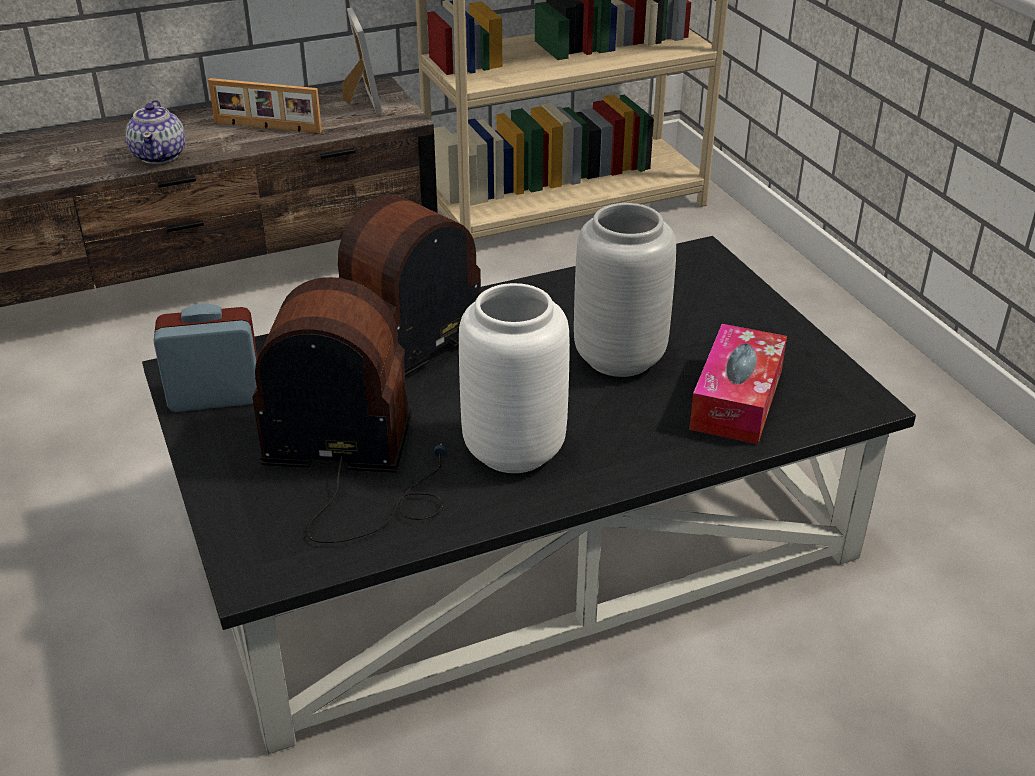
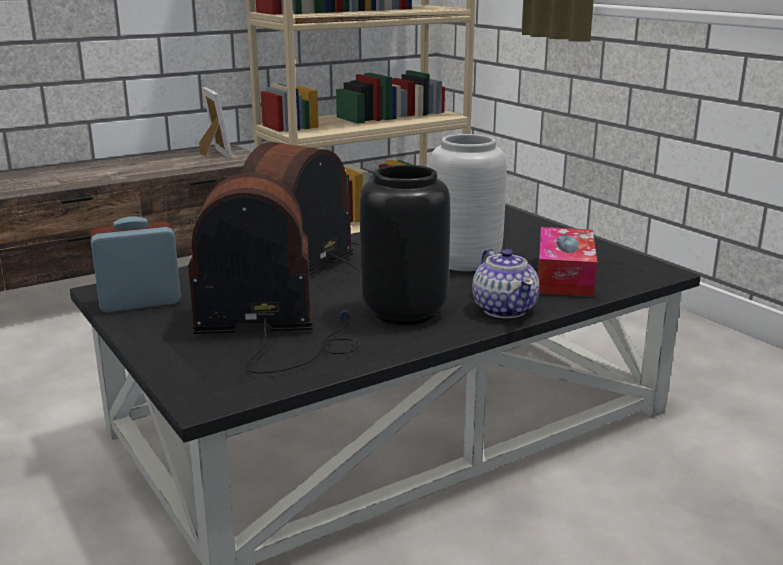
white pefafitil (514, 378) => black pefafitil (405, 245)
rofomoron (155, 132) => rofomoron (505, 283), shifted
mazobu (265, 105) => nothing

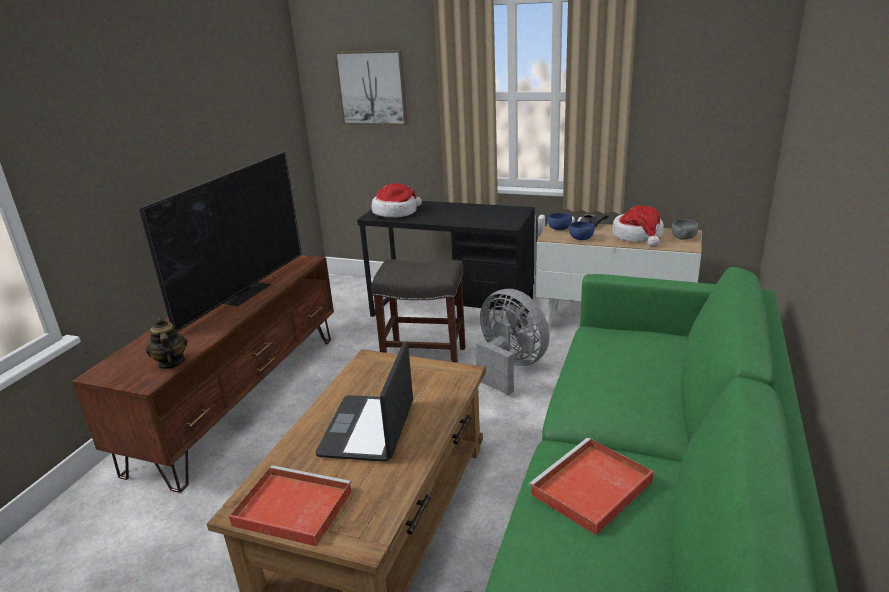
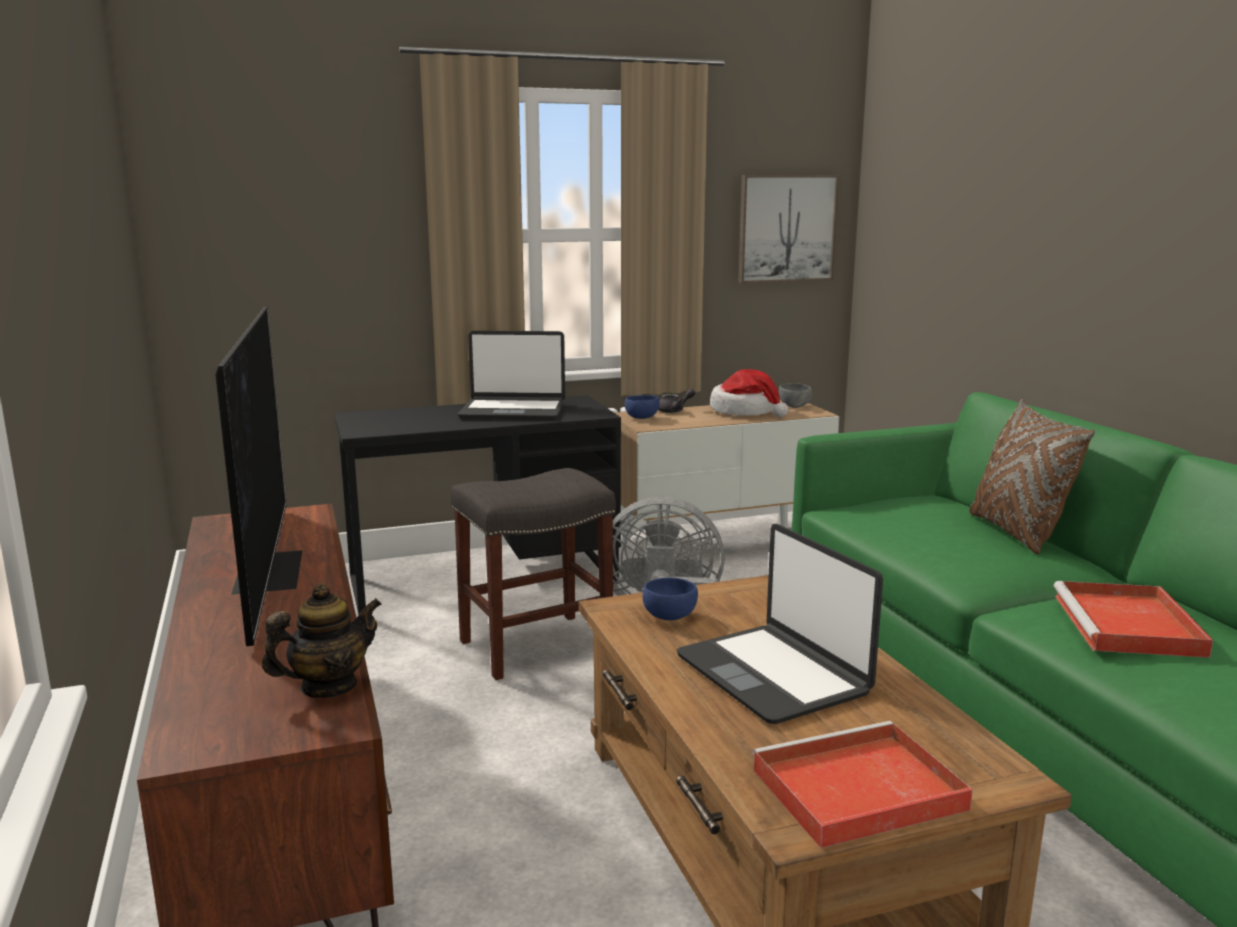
rofomoron (166, 343) => rofomoron (322, 640), 120 degrees clockwise
nothing => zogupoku (511, 375)
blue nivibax (582, 231) => blue nivibax (670, 599), shifted
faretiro (371, 87) => faretiro (788, 229), shifted
nothing => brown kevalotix (1032, 476)
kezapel (397, 200) => nothing

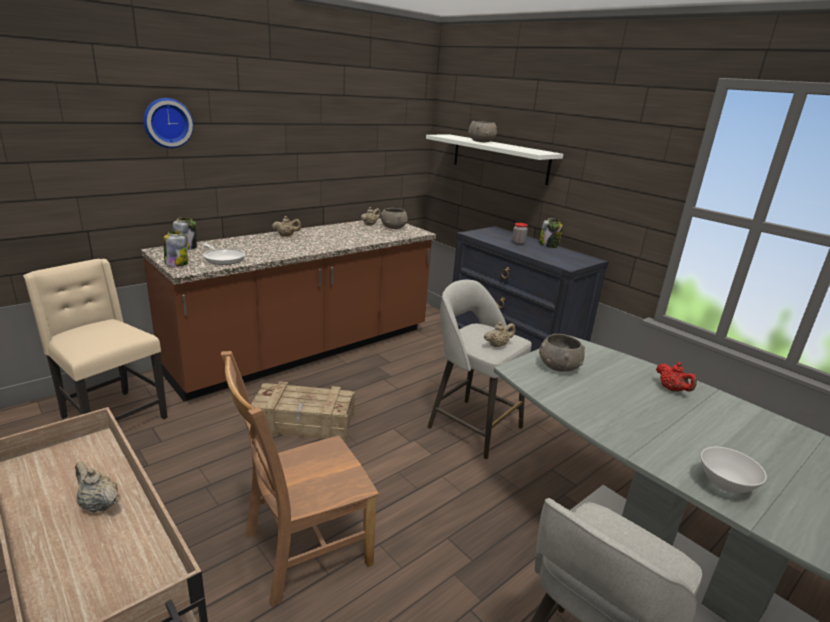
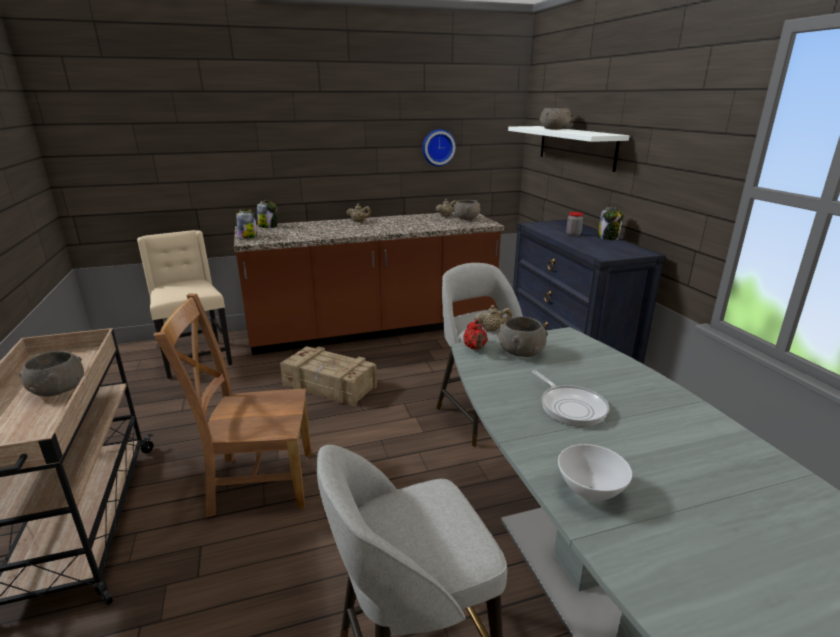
beige rofomoron (97, 487) => grey nivibax (51, 374)
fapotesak (168, 123) => fapotesak (439, 147), shifted
red rofomoron (676, 377) => red rofomoron (475, 334), shifted
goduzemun (223, 254) => goduzemun (570, 398), shifted

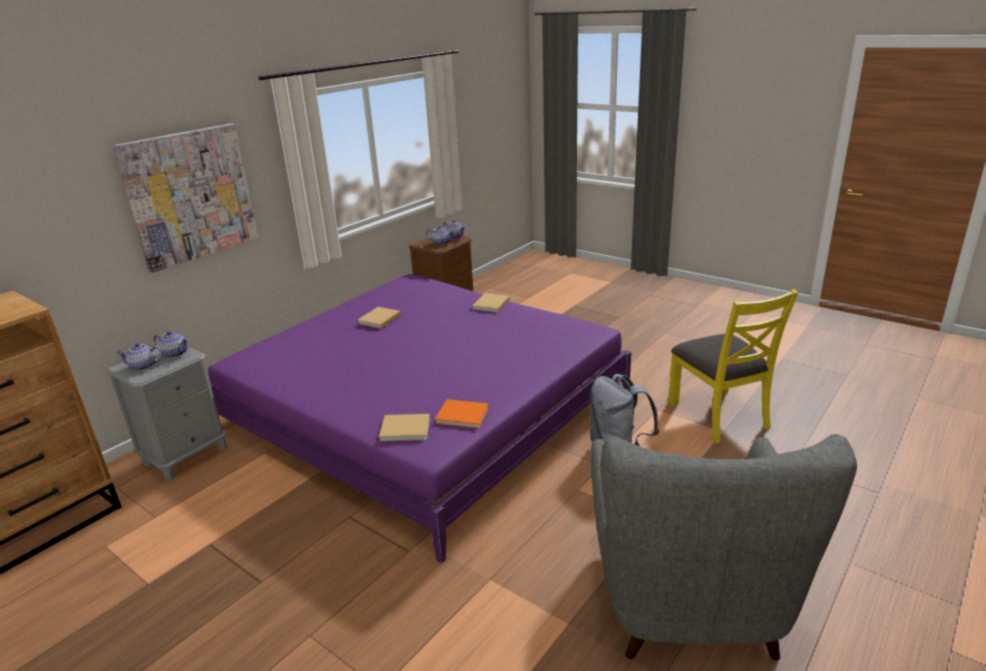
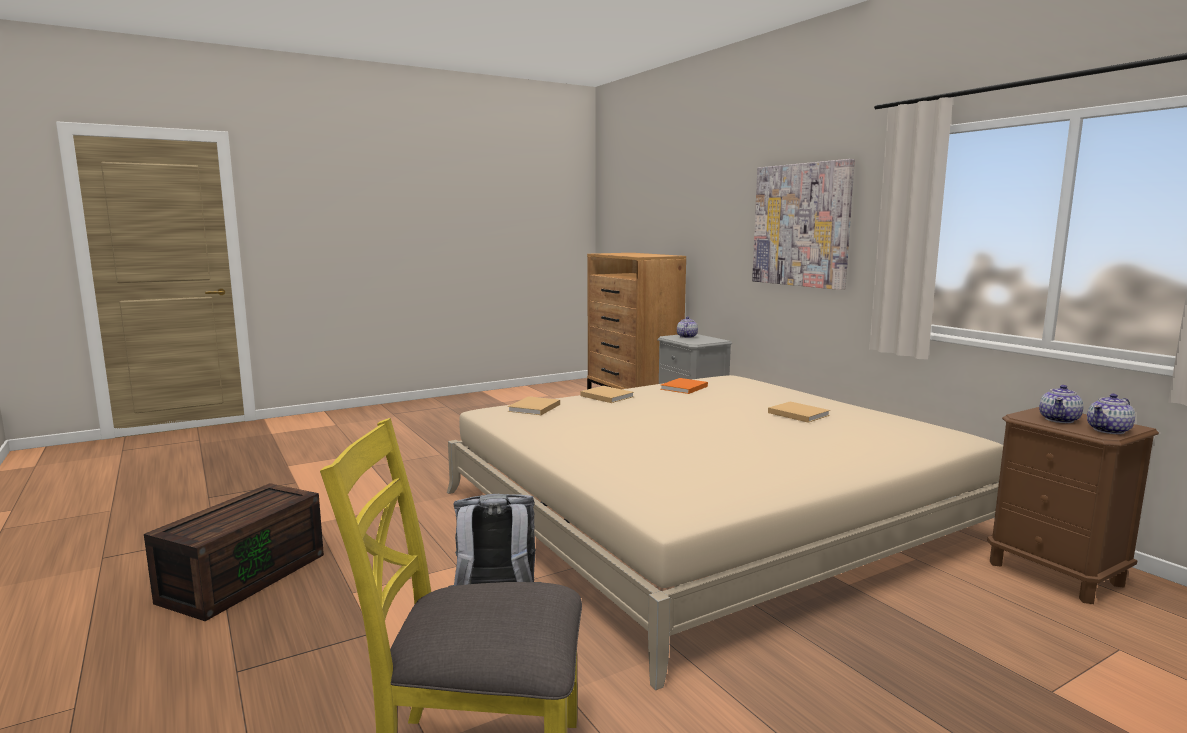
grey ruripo (723, 547) => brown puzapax (234, 552)
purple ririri (419, 419) => beige ririri (725, 532)
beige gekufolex (491, 303) => beige gekufolex (607, 394), shifted
orange gekufolex (462, 414) => orange gekufolex (684, 386), shifted
rofomoron (170, 344) => nothing

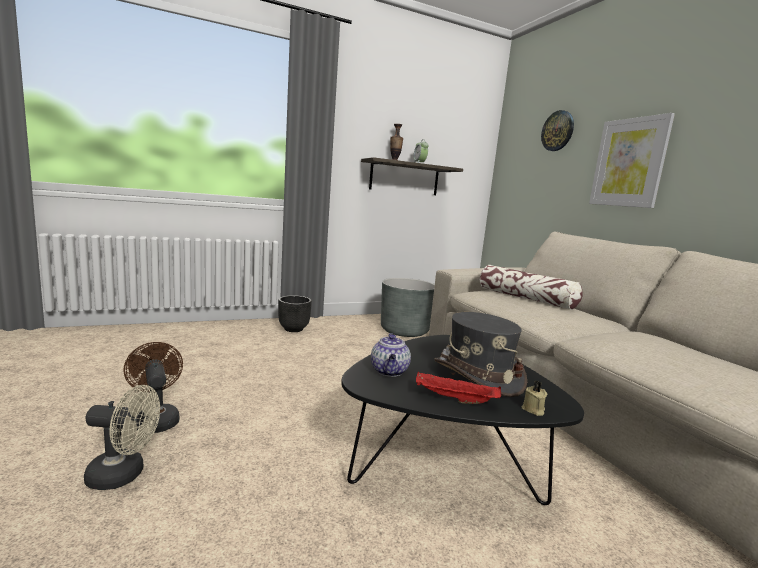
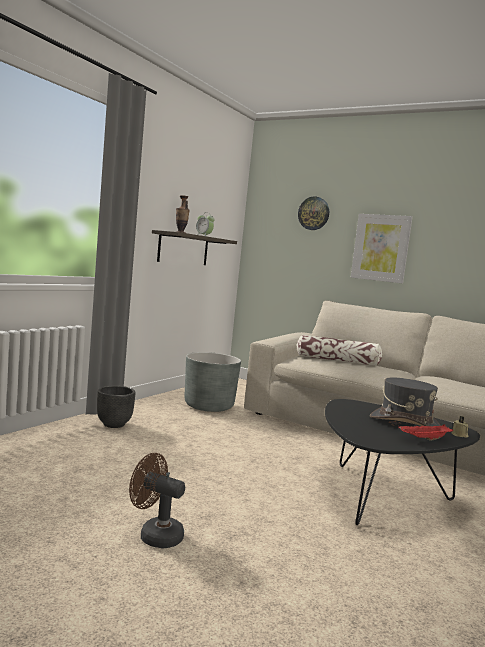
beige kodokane (122, 437) => nothing
rofomoron (391, 355) => nothing

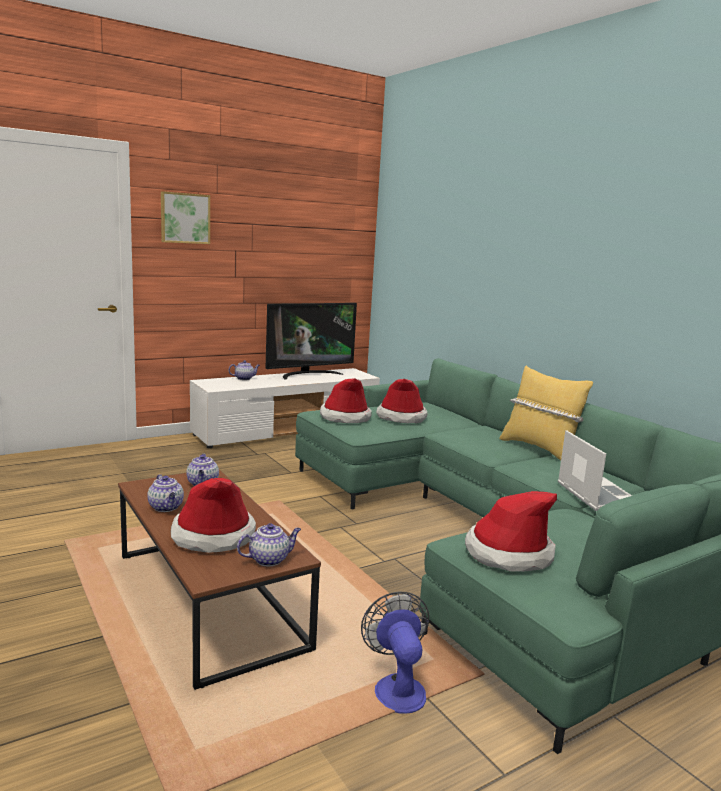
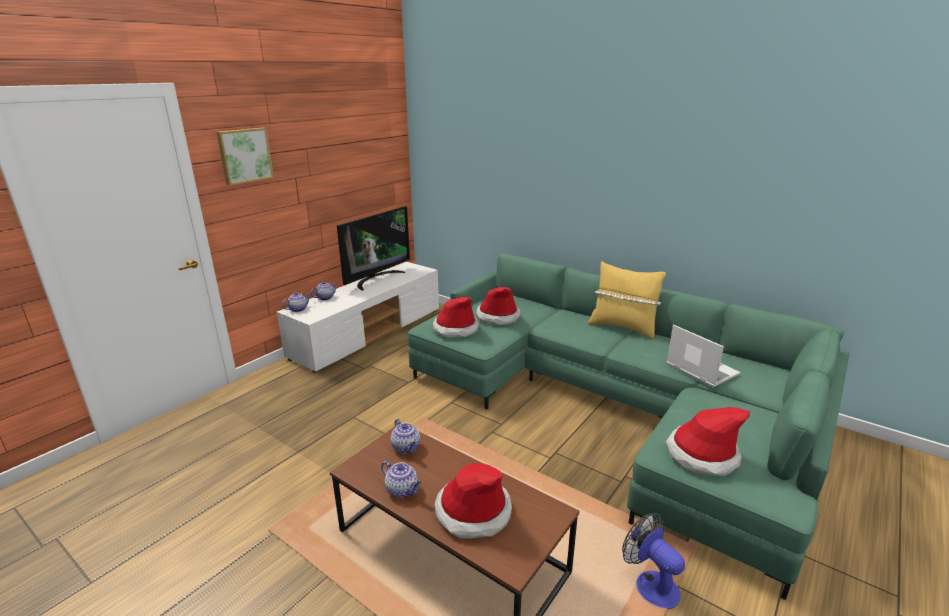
rofomoron (269, 544) => rofomoron (296, 302), shifted

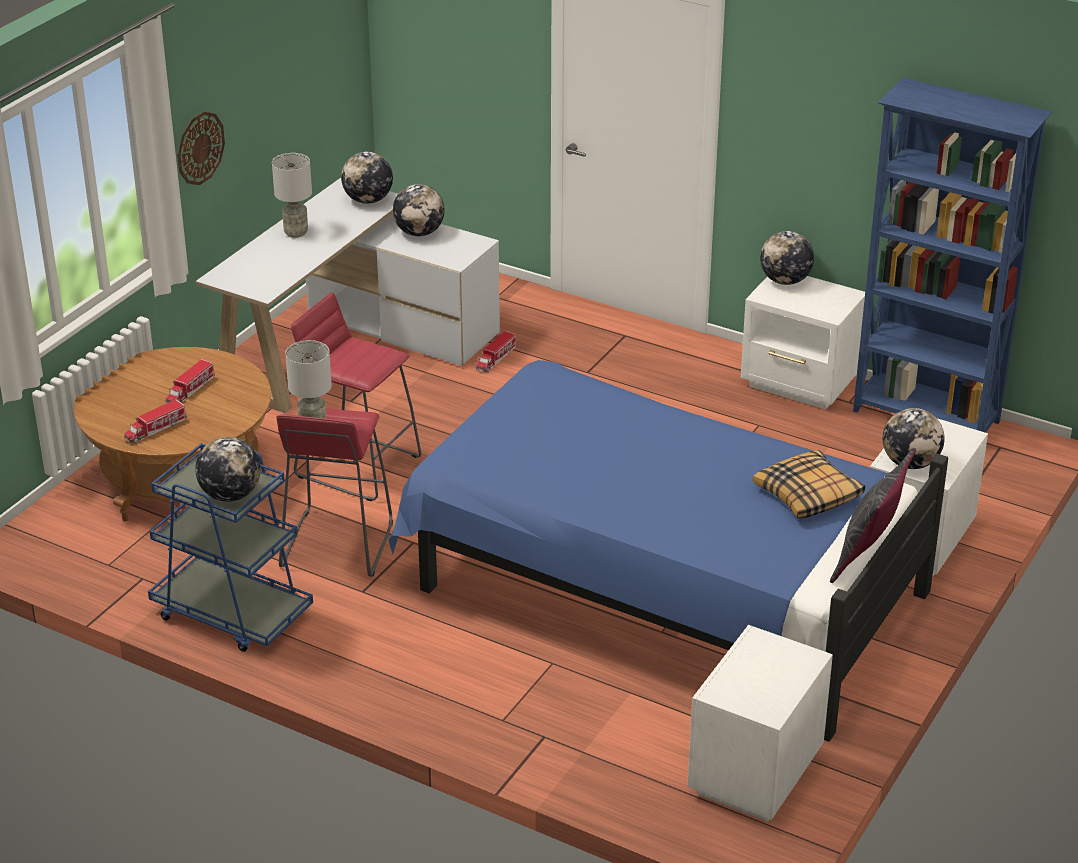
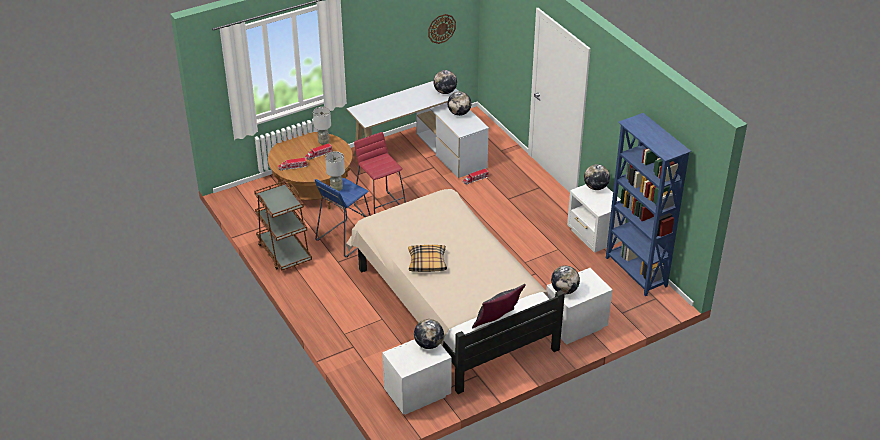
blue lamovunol (230, 547) => brown lamovunol (283, 225)
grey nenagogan (292, 195) => grey nenagogan (322, 126), shifted
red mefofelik (334, 492) => blue mefofelik (343, 217)
blue ririri (668, 551) => beige ririri (455, 291)
kevalotix (809, 484) => kevalotix (427, 258), shifted
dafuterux (228, 469) => dafuterux (429, 334), shifted
fapotesak (201, 148) => fapotesak (442, 29), shifted

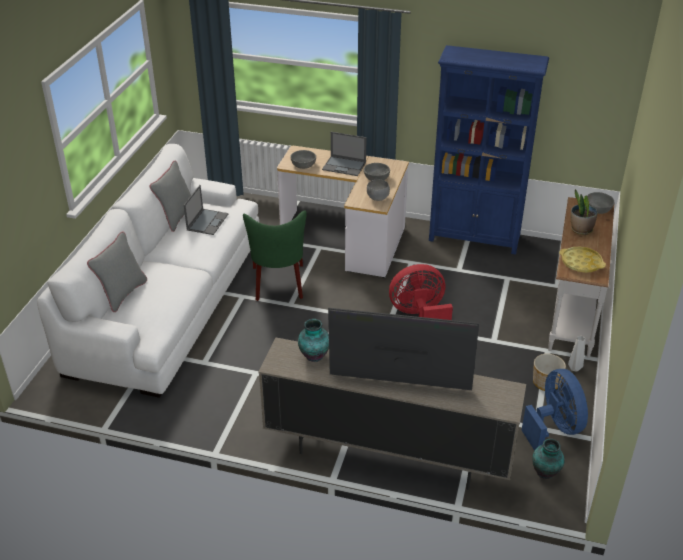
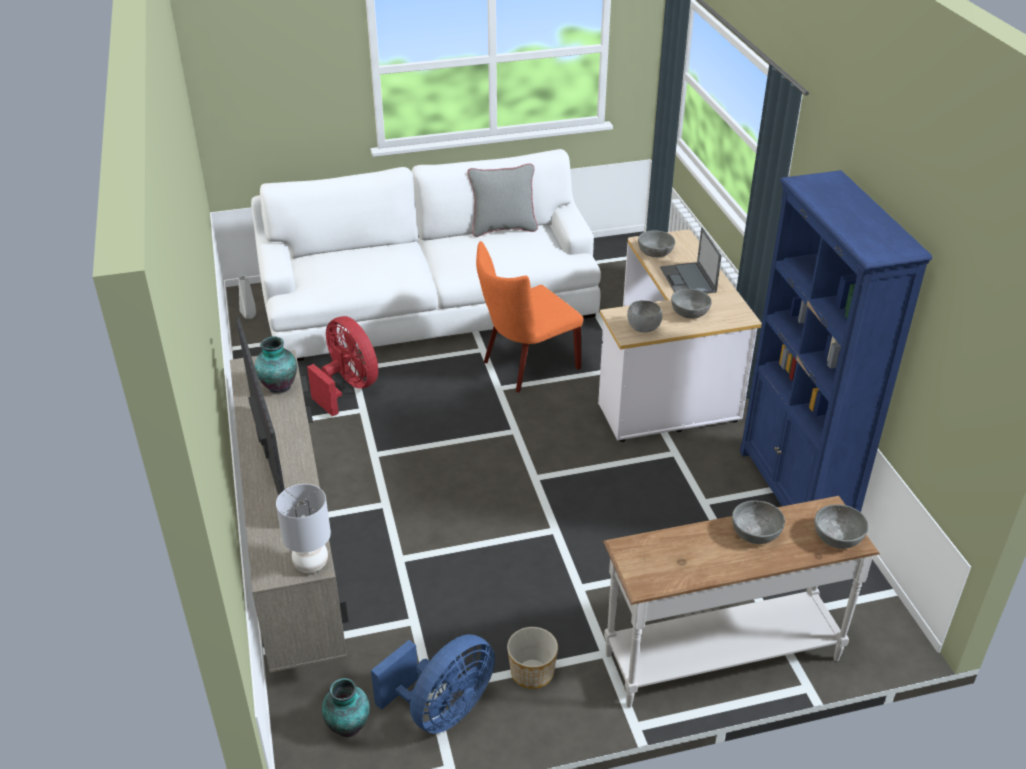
grey pefafitil (577, 354) => grey pefafitil (247, 297), shifted
nothing => grey nenagogan (303, 528)
red kodokane (421, 292) => red kodokane (342, 366), shifted
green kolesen (275, 255) => orange kolesen (529, 316)
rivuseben (584, 212) => grey nivibax (758, 522)
grey kevalotix (117, 272) => nothing
zogupoku (206, 210) => nothing
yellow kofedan (582, 259) => nothing

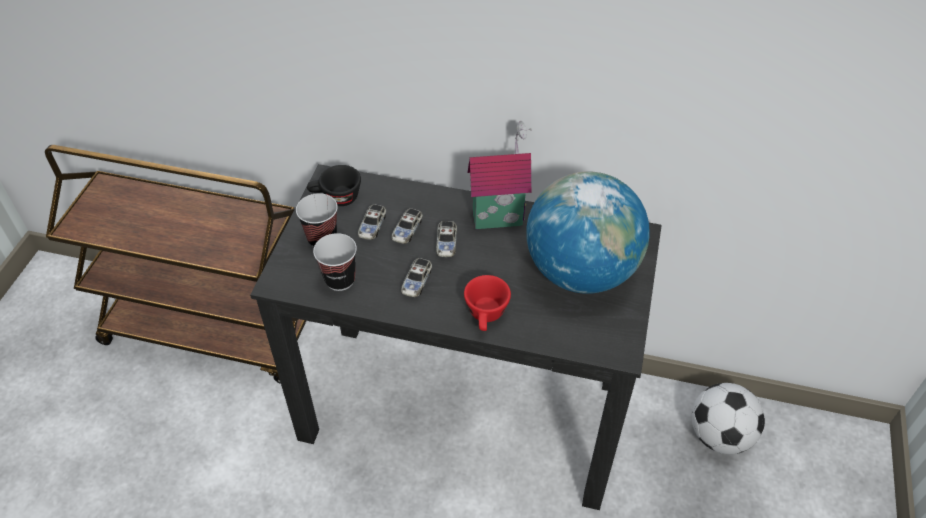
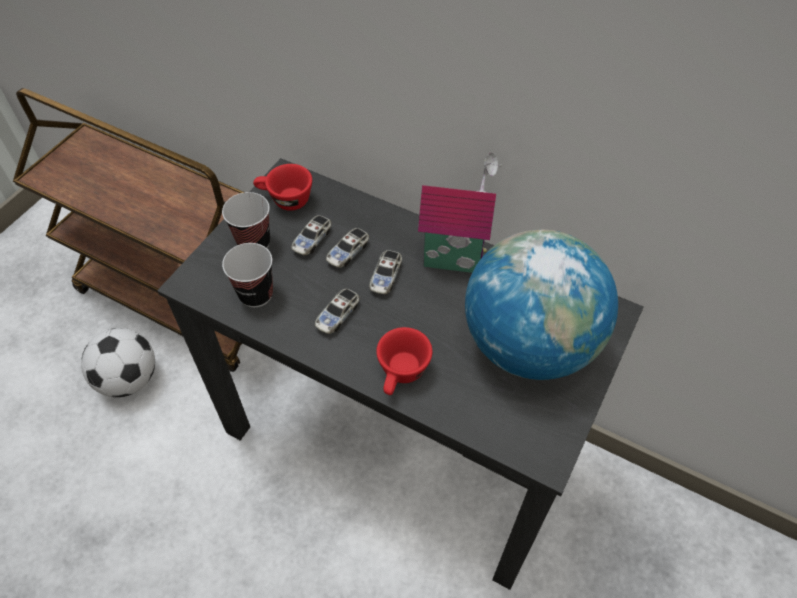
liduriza (728, 418) => liduriza (118, 362), shifted
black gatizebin (334, 185) => red gatizebin (282, 187)

